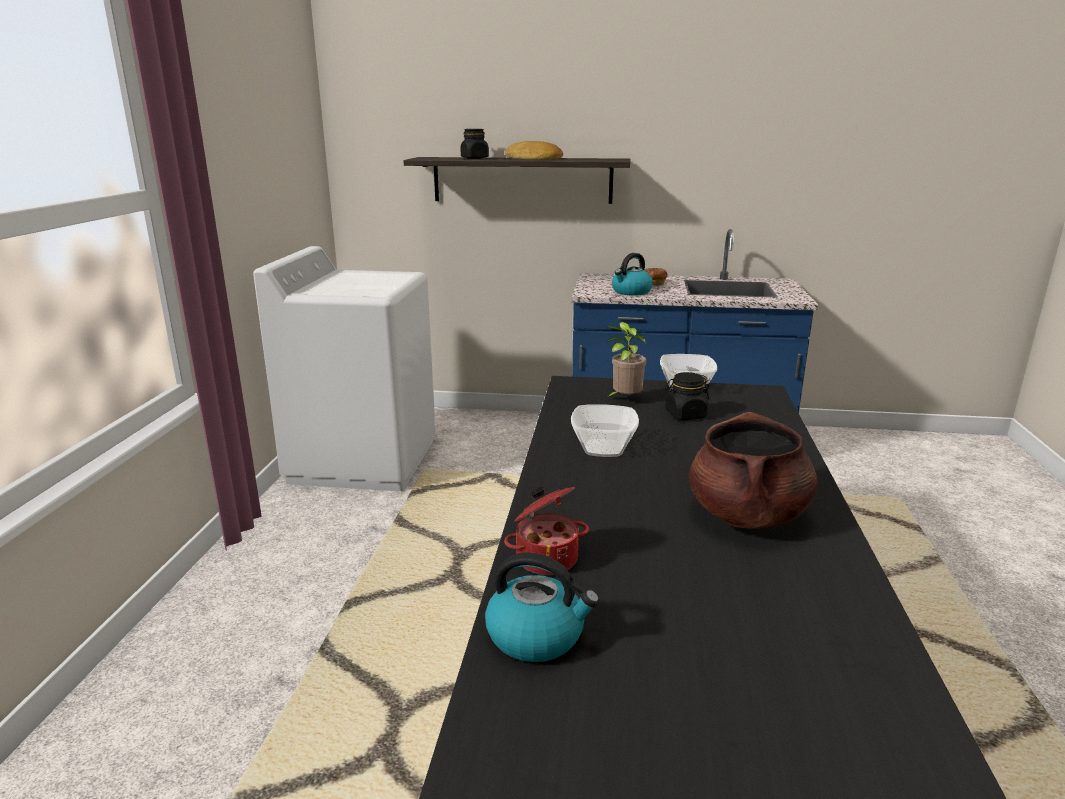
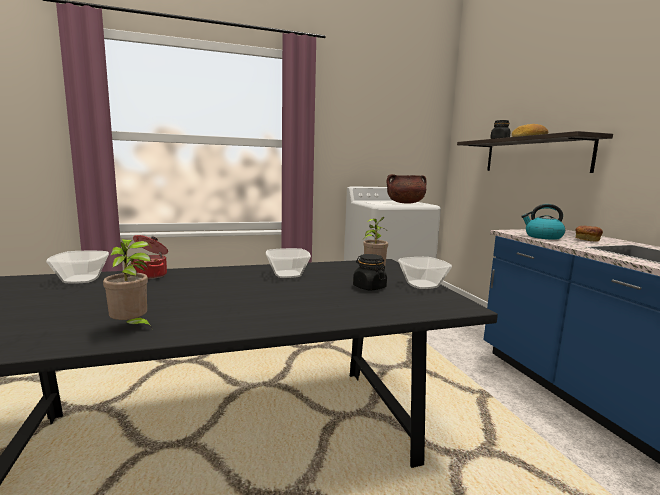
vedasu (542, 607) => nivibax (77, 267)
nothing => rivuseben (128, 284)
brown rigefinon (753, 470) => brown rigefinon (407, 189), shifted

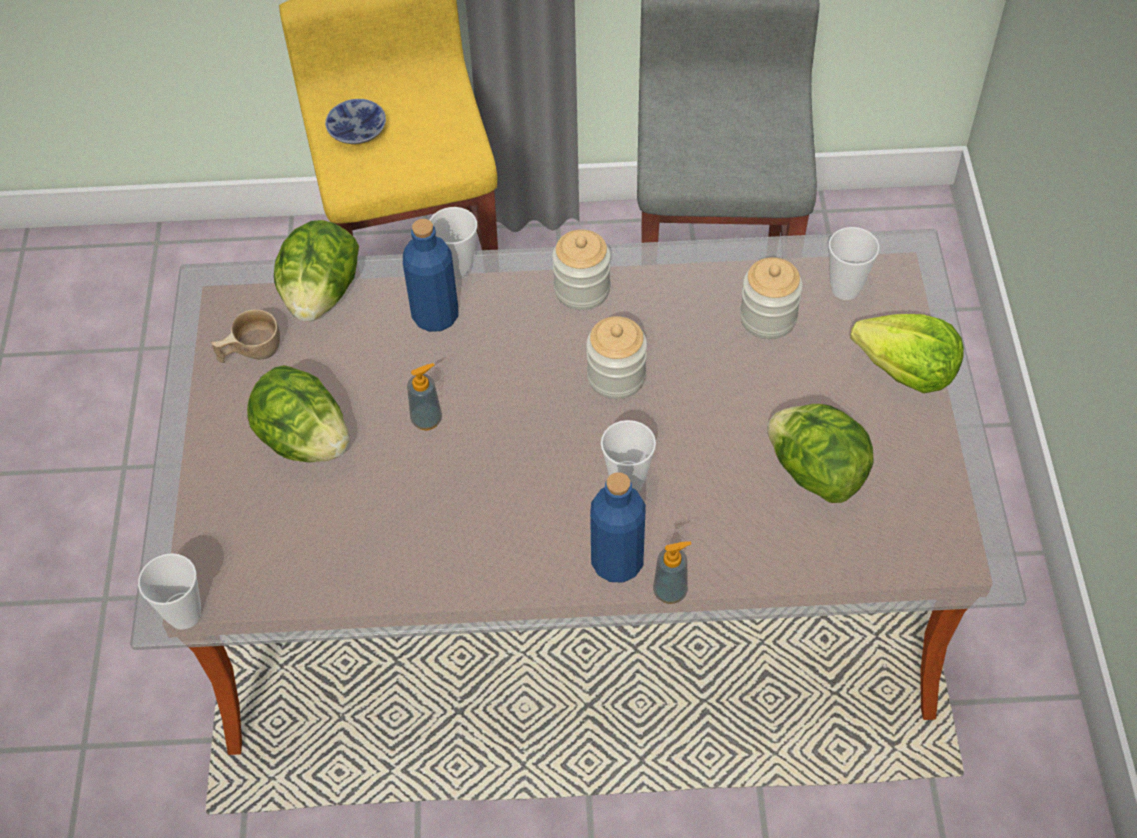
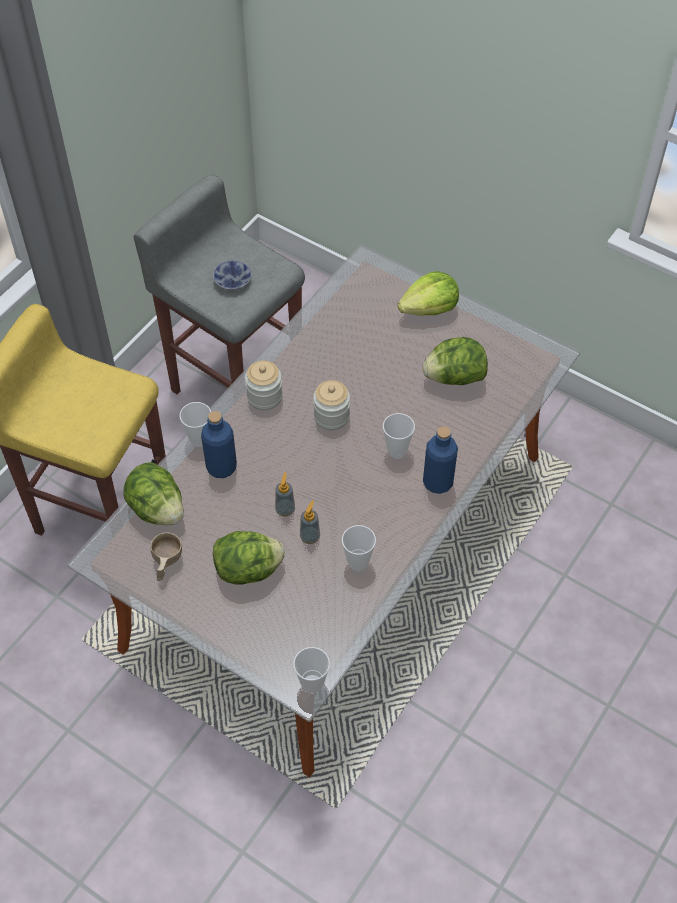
nivibax (355, 121) => nivibax (232, 275), shifted
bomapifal (672, 572) => bomapifal (310, 522), shifted
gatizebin (854, 263) => gatizebin (359, 548), shifted
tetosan (771, 298) => nothing

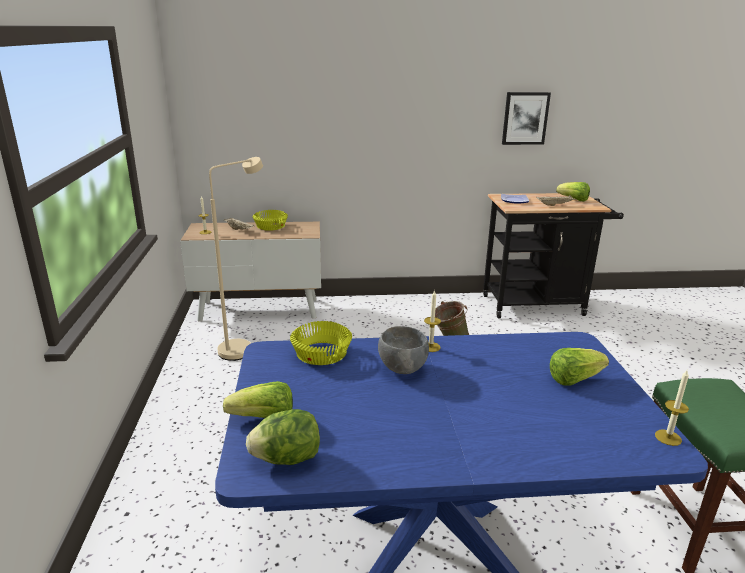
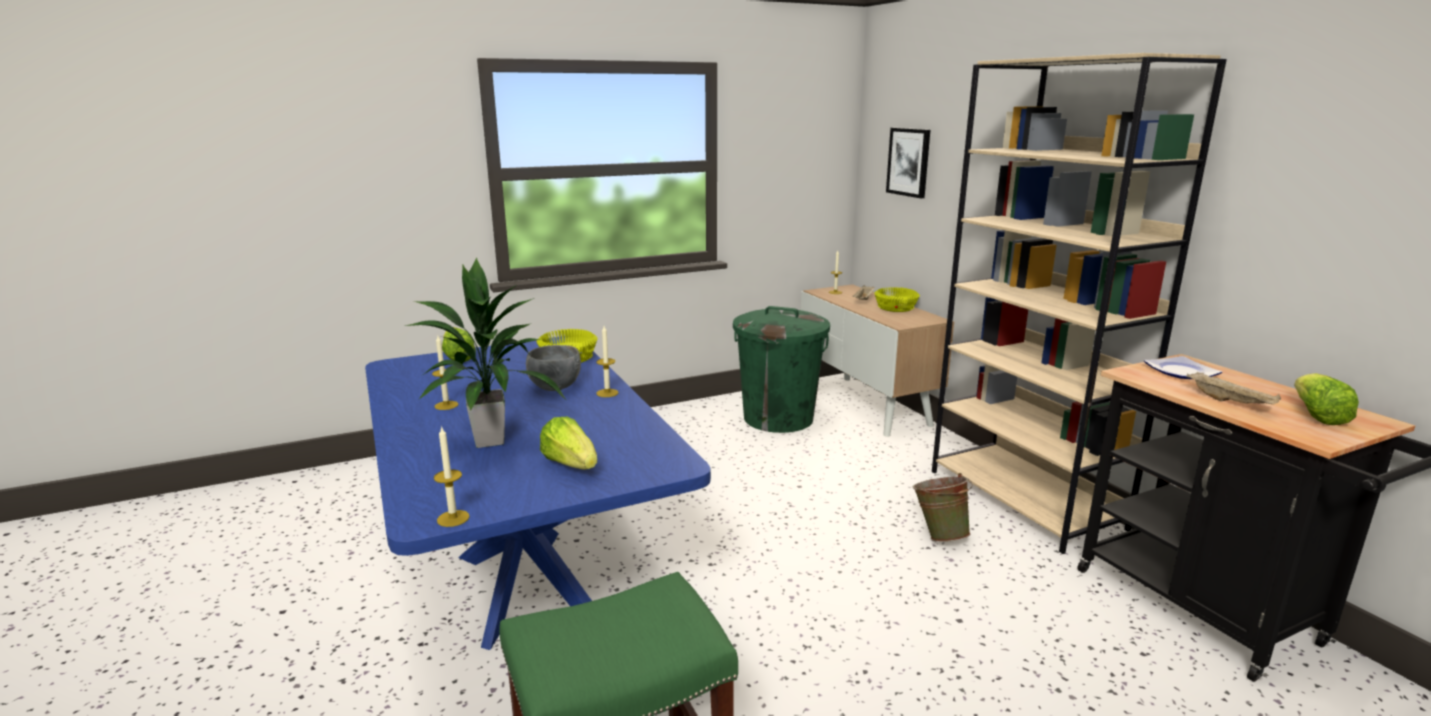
nothing => rivuseben (485, 353)
nothing => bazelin (445, 373)
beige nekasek (236, 259) => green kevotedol (781, 369)
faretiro (526, 118) => faretiro (908, 163), shifted
nothing => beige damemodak (1079, 303)
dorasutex (283, 437) => nothing

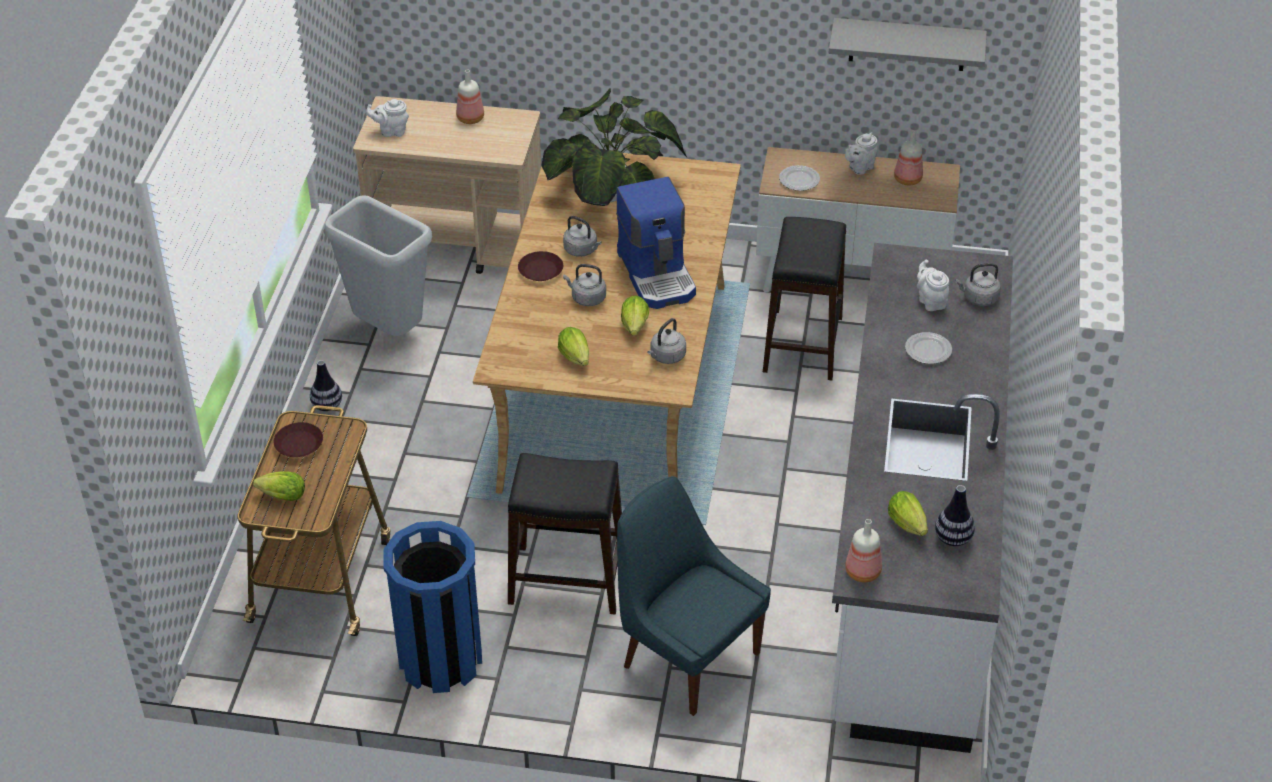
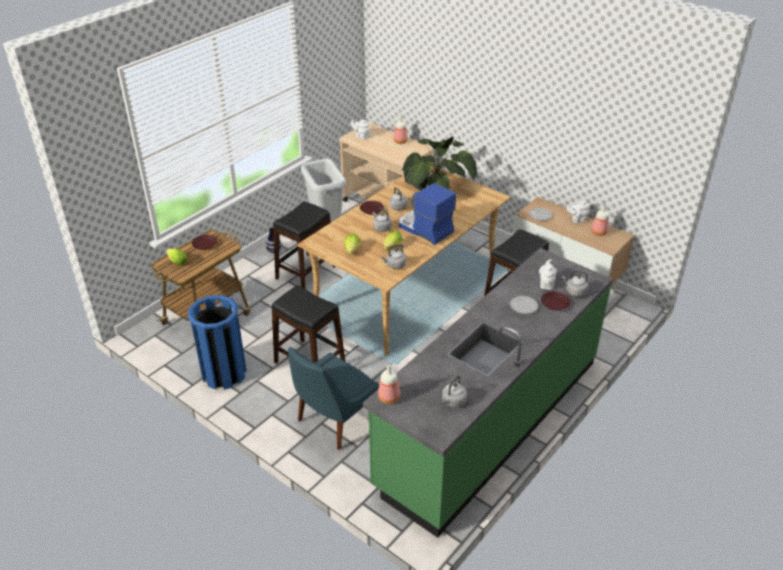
nothing => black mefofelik (304, 245)
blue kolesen (694, 596) => blue kolesen (333, 398), 120 degrees counterclockwise
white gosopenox (921, 498) => green gosopenox (488, 393)
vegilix (656, 243) => vegilix (427, 214), 120 degrees clockwise
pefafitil (955, 515) => grey vedasu (454, 392)
nothing => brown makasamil (555, 301)
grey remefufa (908, 44) => nothing
dorasutex (908, 513) => nothing

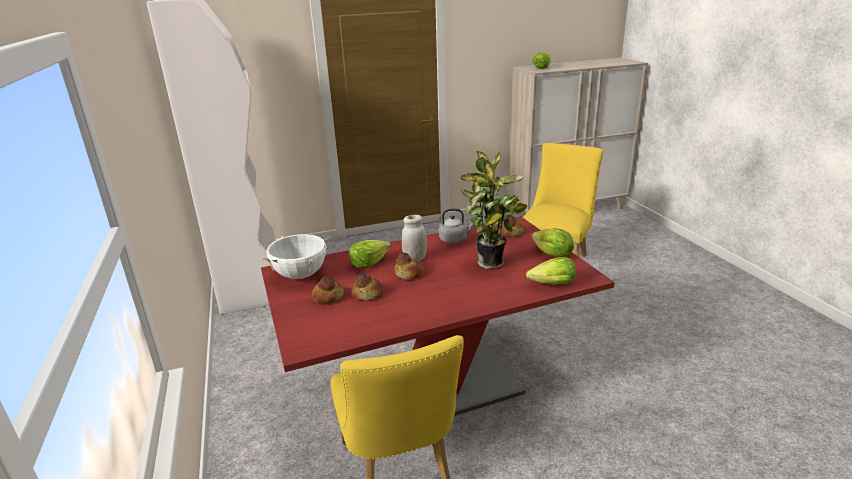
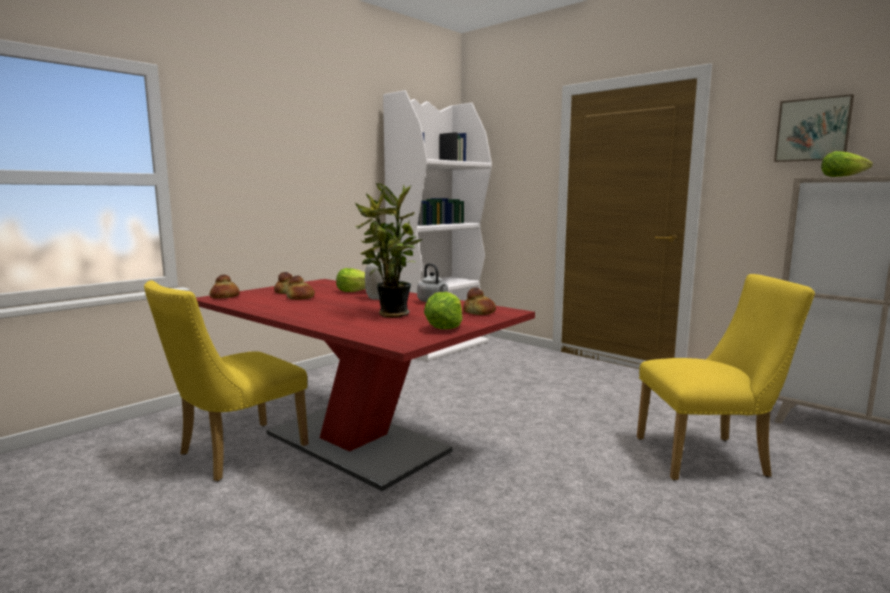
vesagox (409, 266) => vesagox (224, 286), shifted
nothing => faretiro (814, 128)
white rigefinon (295, 256) => nothing
dorasutex (551, 271) => nothing

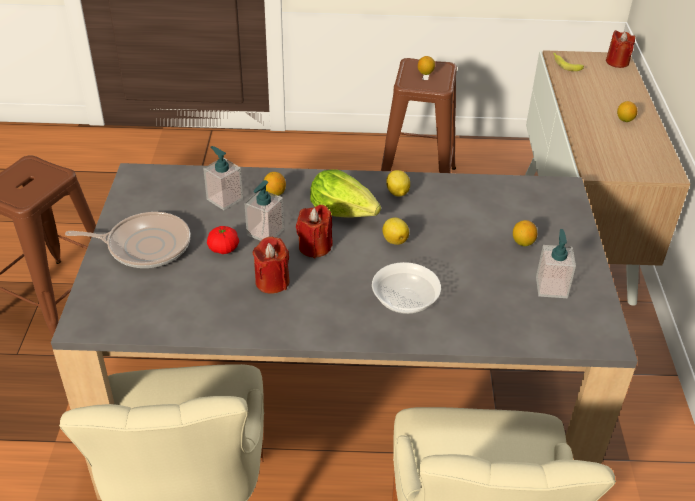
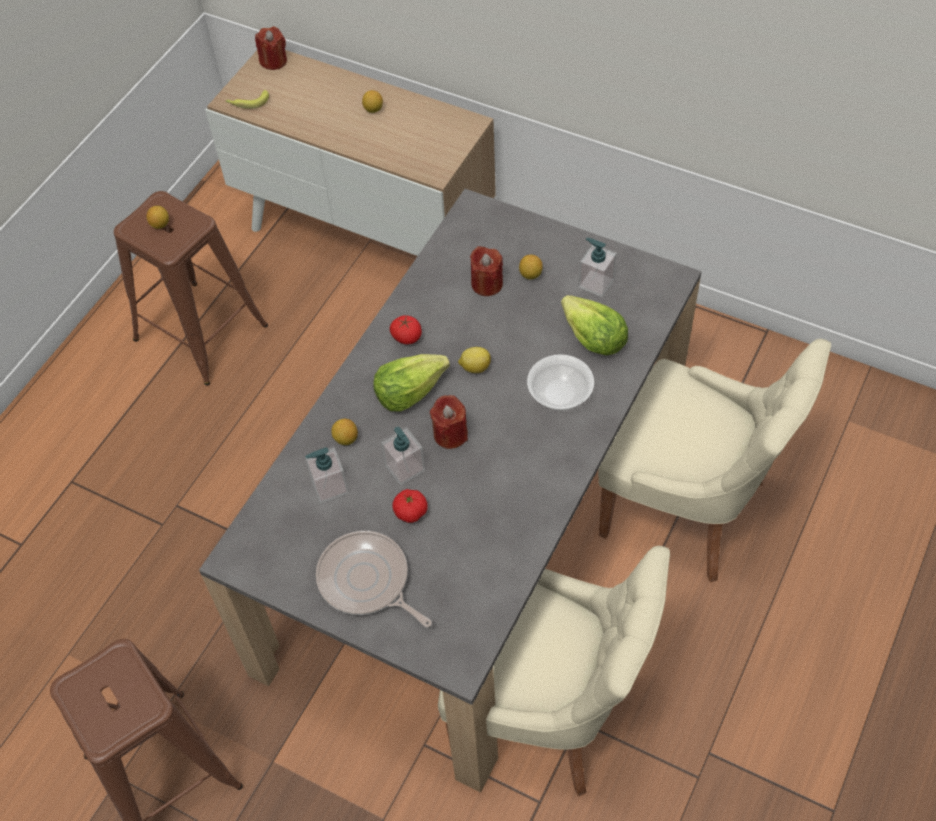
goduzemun (128, 240) => goduzemun (374, 579), 75 degrees counterclockwise
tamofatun (398, 183) => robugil (406, 329)
red bazelin (271, 265) => red bazelin (486, 271), shifted
nothing => dorasutex (594, 325)

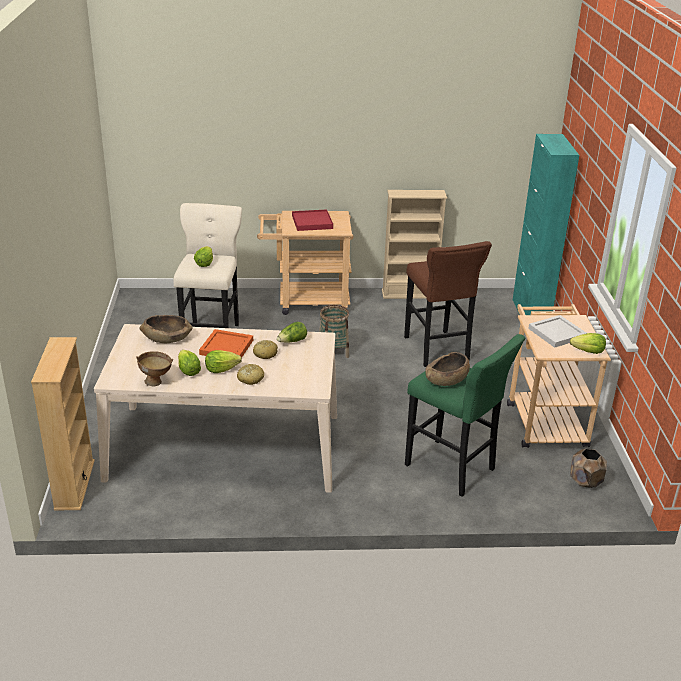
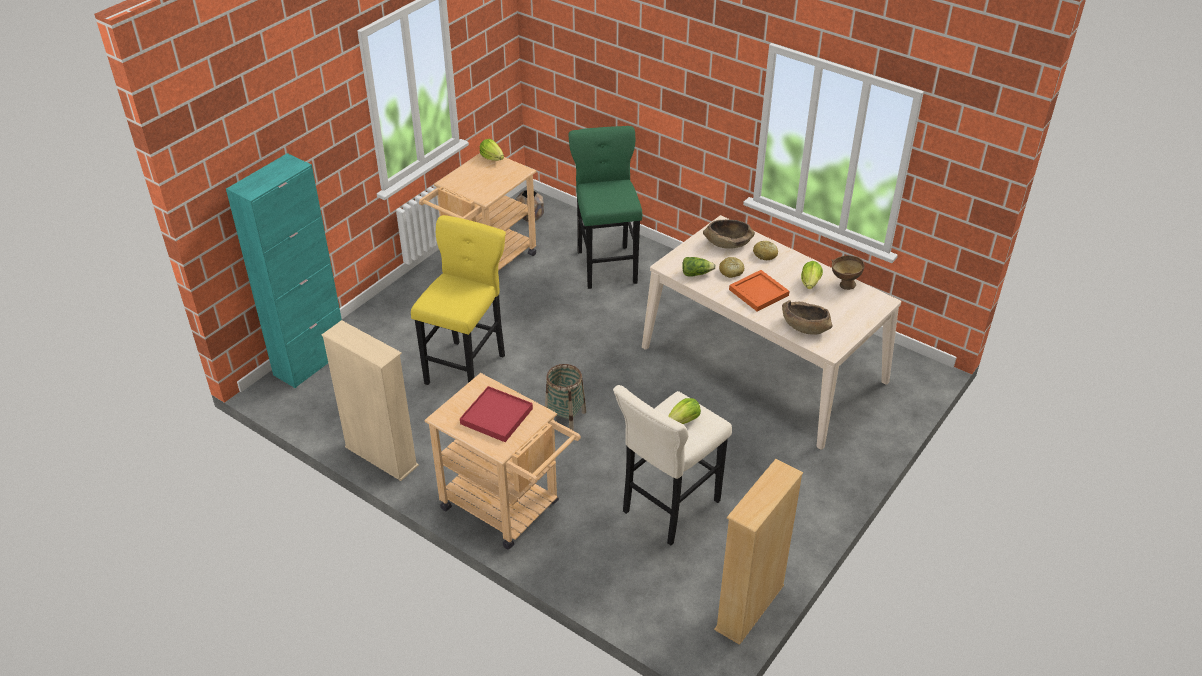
brown mefofelik (448, 304) => yellow mefofelik (458, 300)
brown nivibax (447, 369) => brown nivibax (729, 234), shifted
beige damemodak (63, 424) => beige damemodak (758, 552), shifted
dorasutex (223, 361) => nothing
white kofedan (557, 331) => nothing

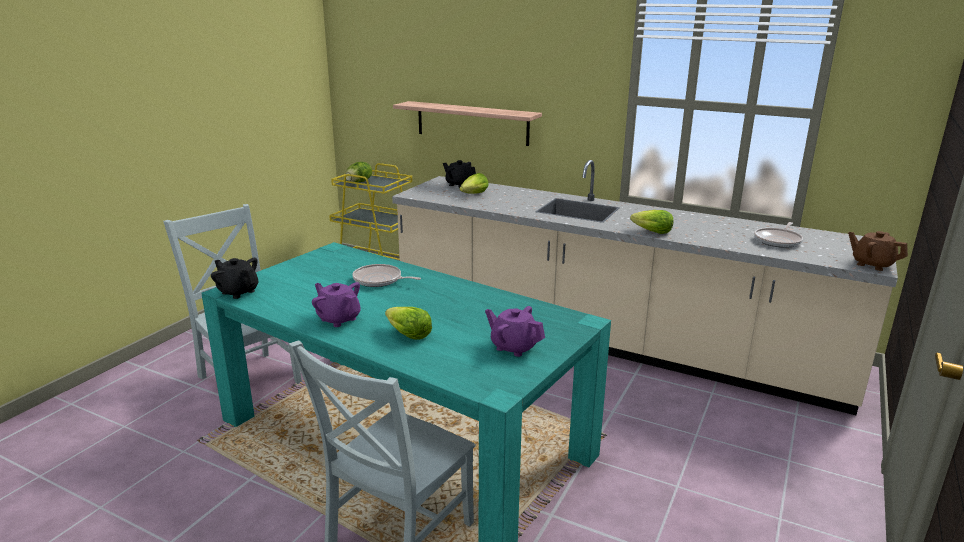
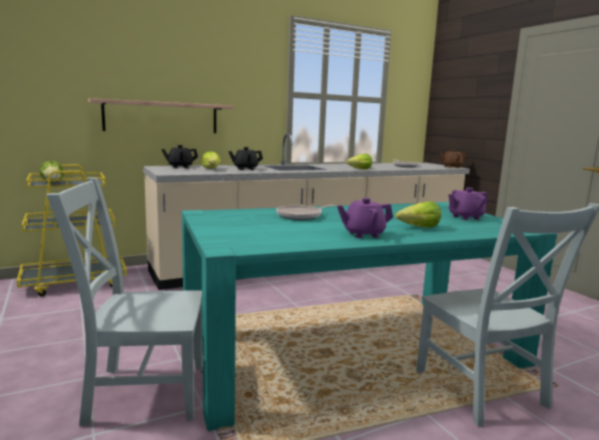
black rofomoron (234, 278) => black rofomoron (245, 158), shifted

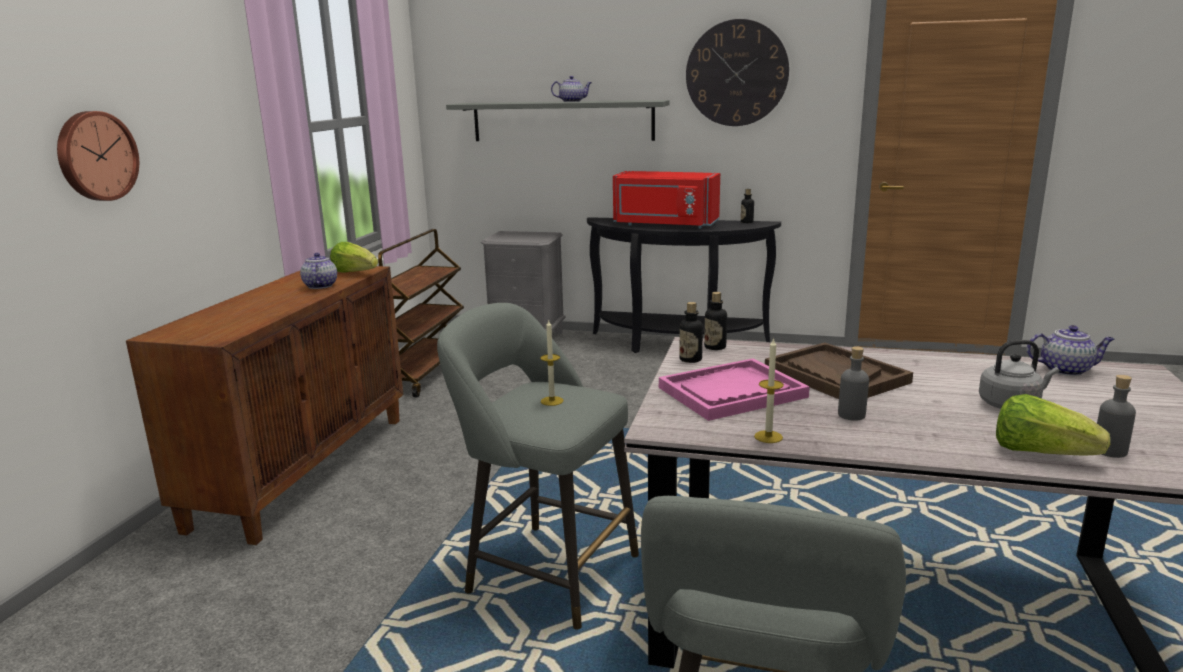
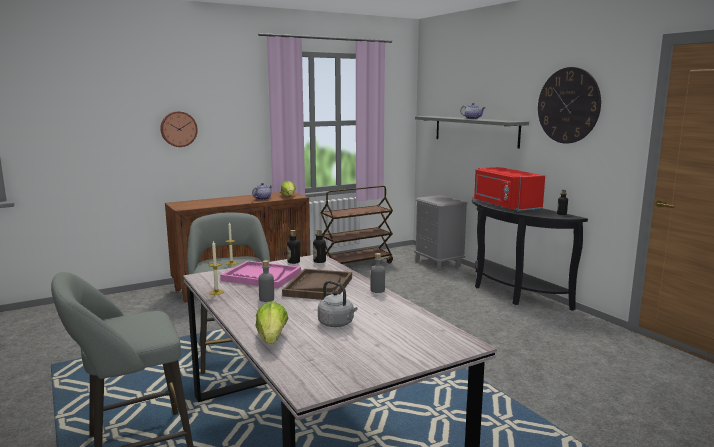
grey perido (1116, 416) => grey perido (378, 273), shifted
rofomoron (1071, 350) => nothing

